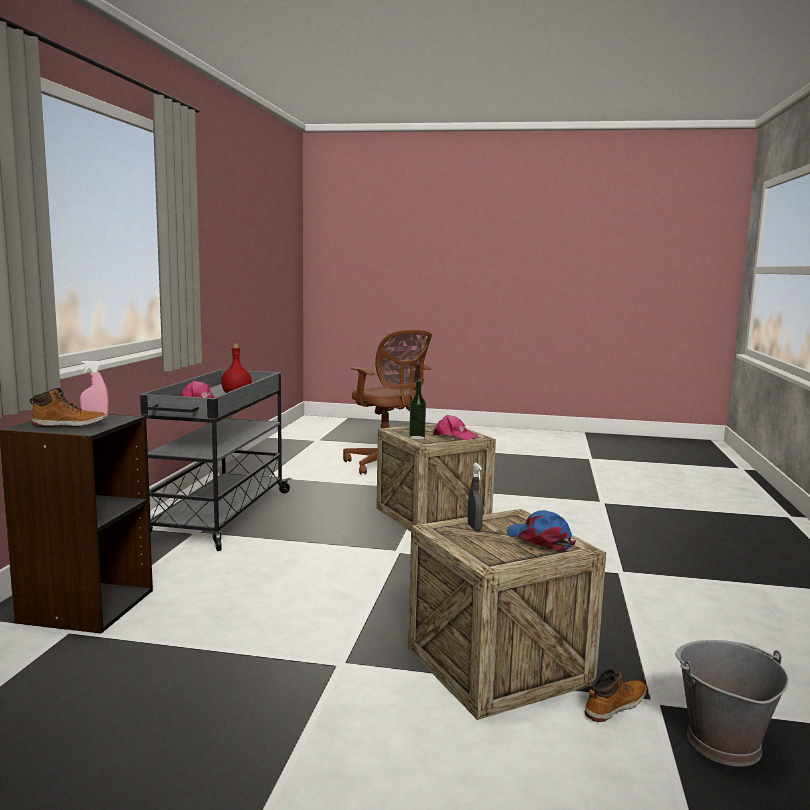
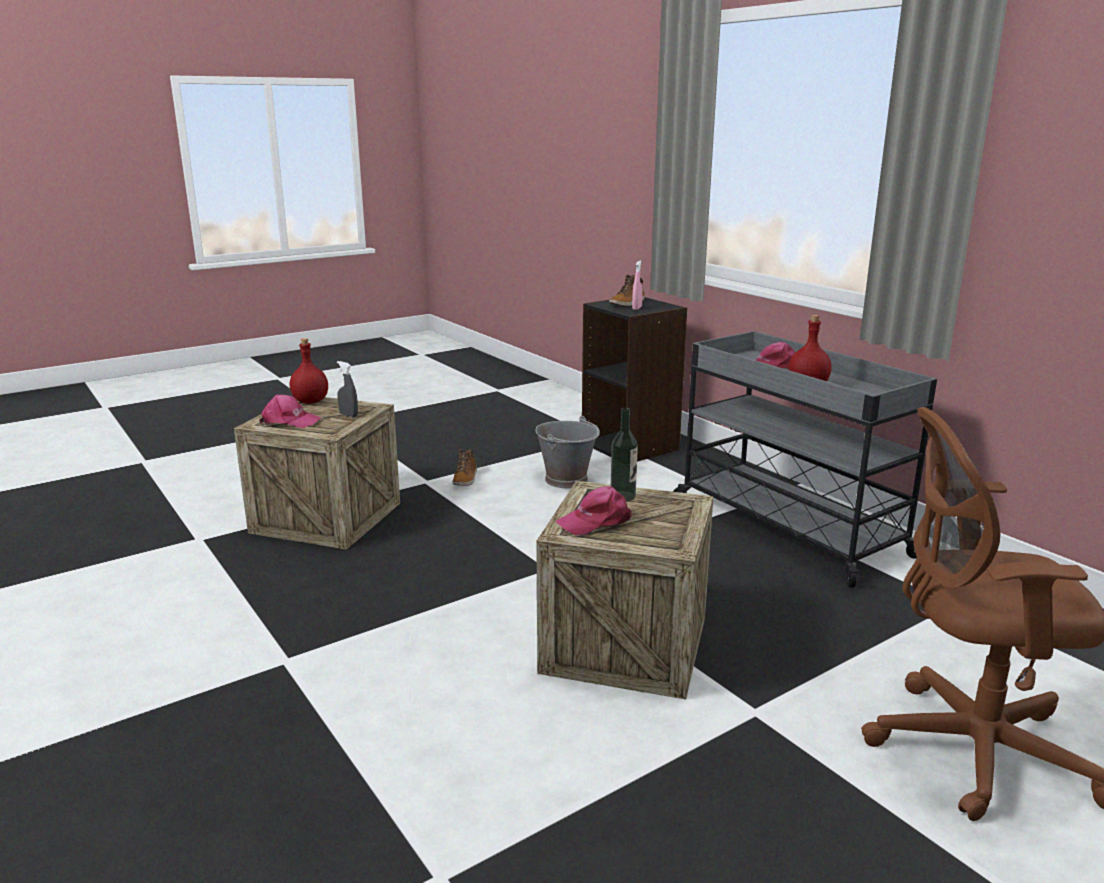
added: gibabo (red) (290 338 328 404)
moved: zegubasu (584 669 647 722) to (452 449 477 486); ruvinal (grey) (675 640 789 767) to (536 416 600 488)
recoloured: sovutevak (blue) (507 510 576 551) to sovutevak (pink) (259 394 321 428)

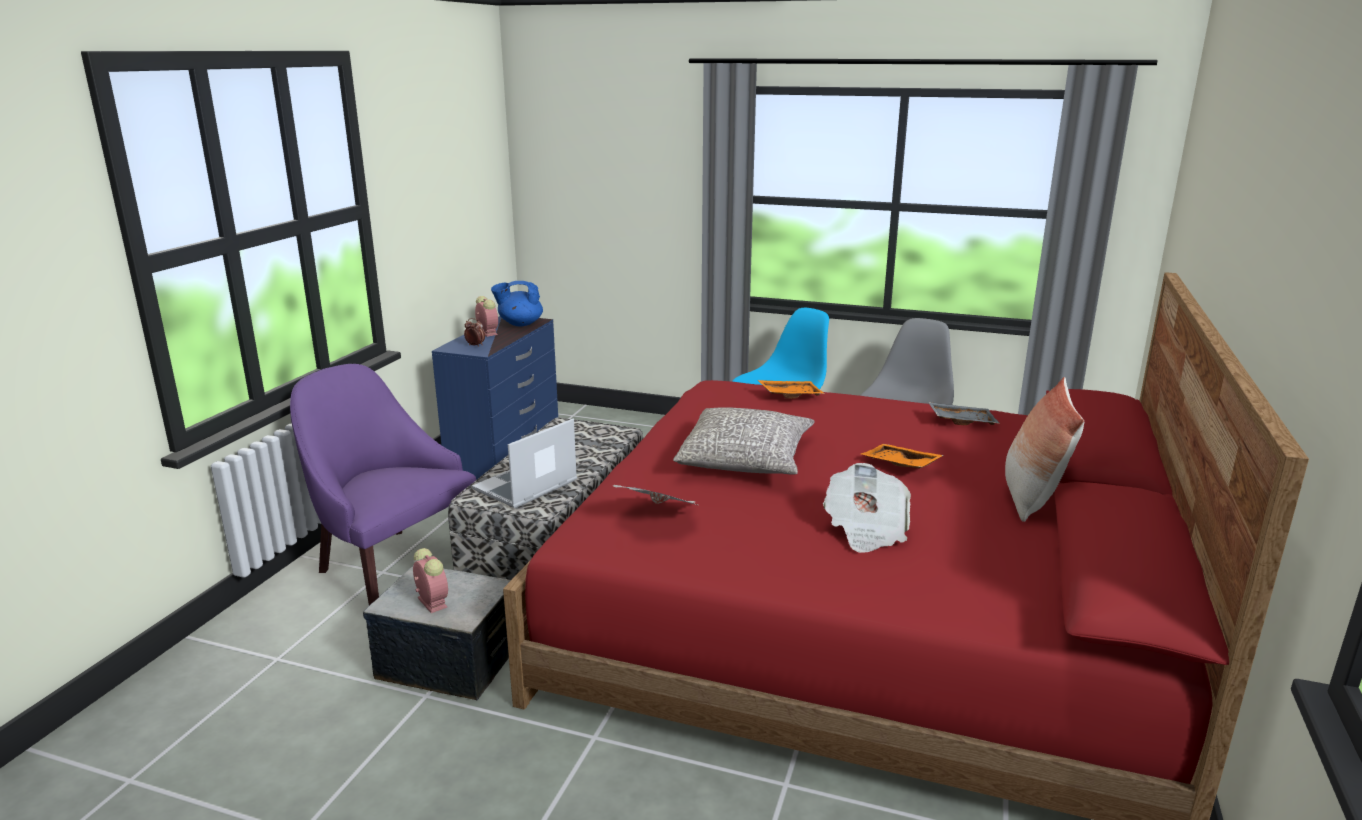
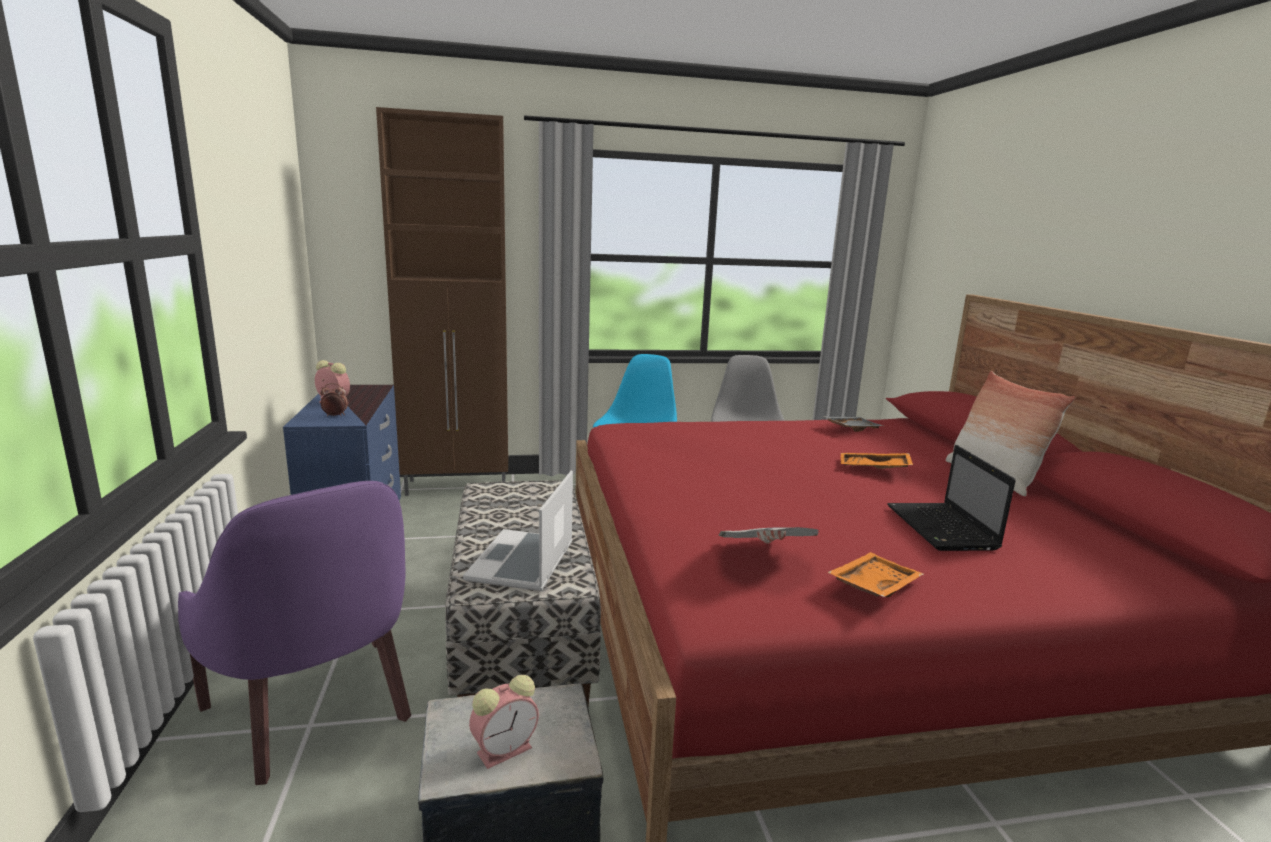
removed: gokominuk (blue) (491 281 543 326); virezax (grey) (673 407 815 475)
added: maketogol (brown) (376 107 508 496)
moved: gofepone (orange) (758 380 825 399) to (827 552 923 598)
replaced: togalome (823 463 911 553) to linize (887 445 1016 551)
turned: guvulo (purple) (290 364 476 605) = (178 481 411 785) 135 degrees counterclockwise; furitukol (413 548 448 613) = (469 675 539 769) 120 degrees clockwise

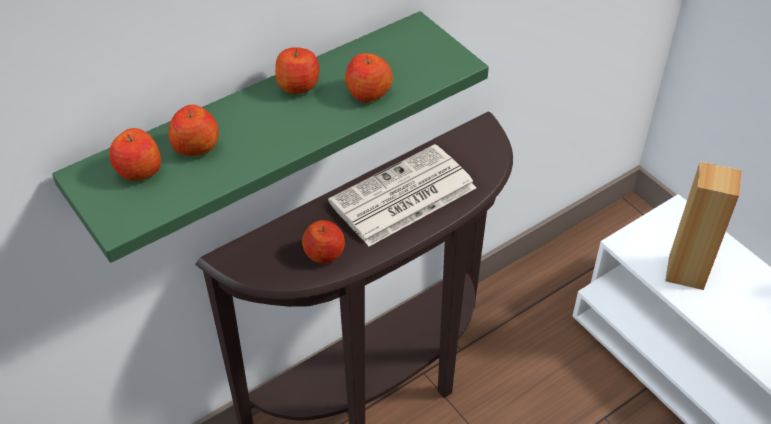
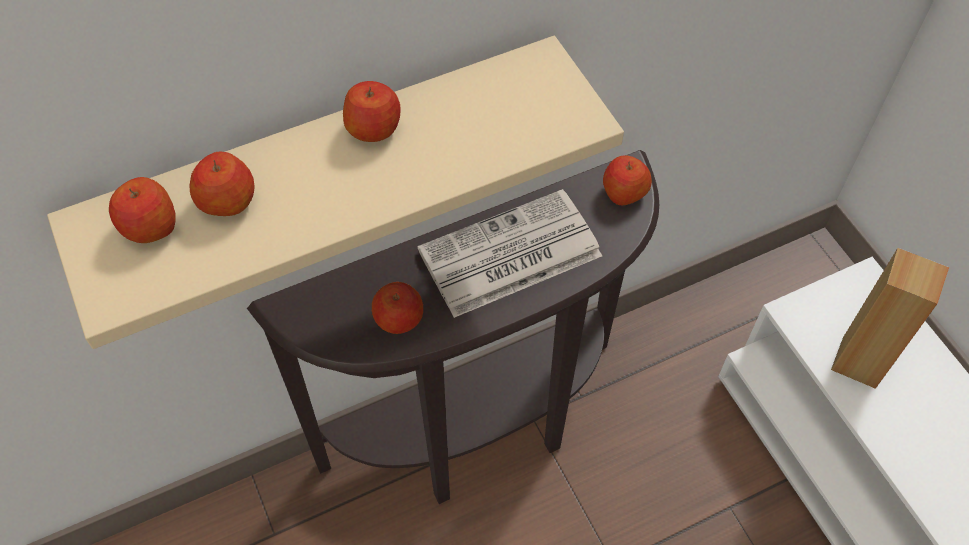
moved: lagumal (345 53 393 103) to (603 155 652 205)
recoloured: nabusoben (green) (52 11 489 263) to nabusoben (beige) (47 36 624 349)

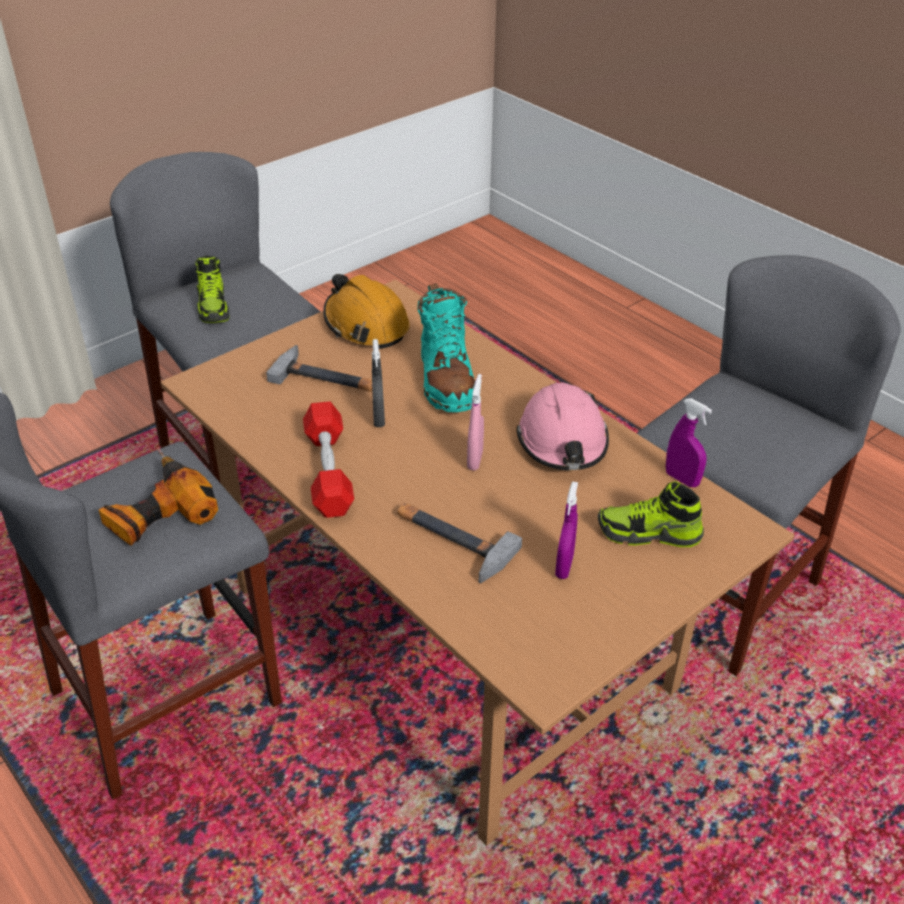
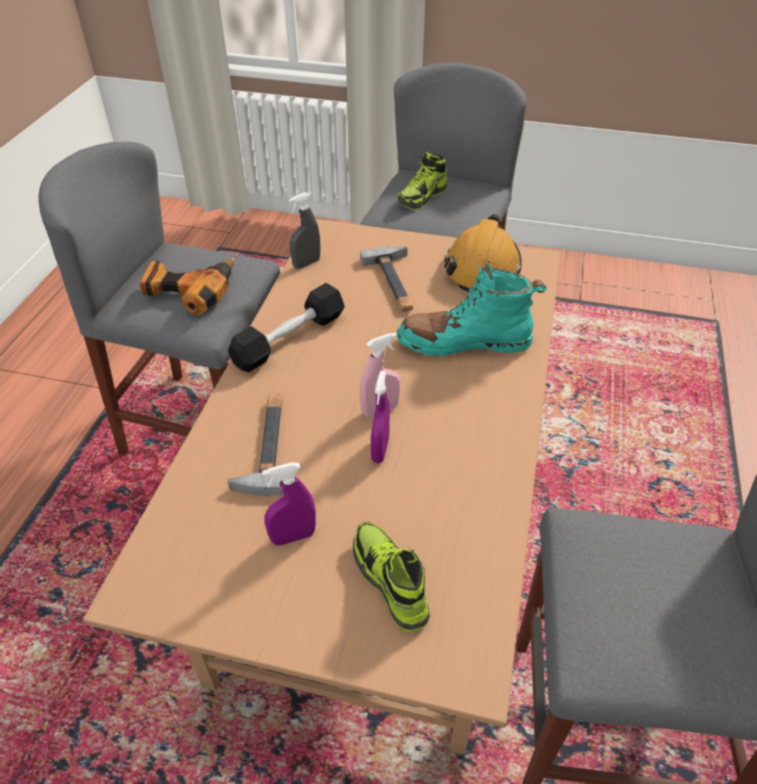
removed: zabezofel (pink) (516 383 609 470)
moved: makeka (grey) (372 339 385 427) to (289 192 320 269); makeka (purple) (666 398 712 487) to (371 371 390 463)
recoloured: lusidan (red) (303 401 354 518) to lusidan (black) (228 283 345 372)
turned: zegubasu (turquoise) (417 283 475 412) = (397 261 547 356) 45 degrees clockwise

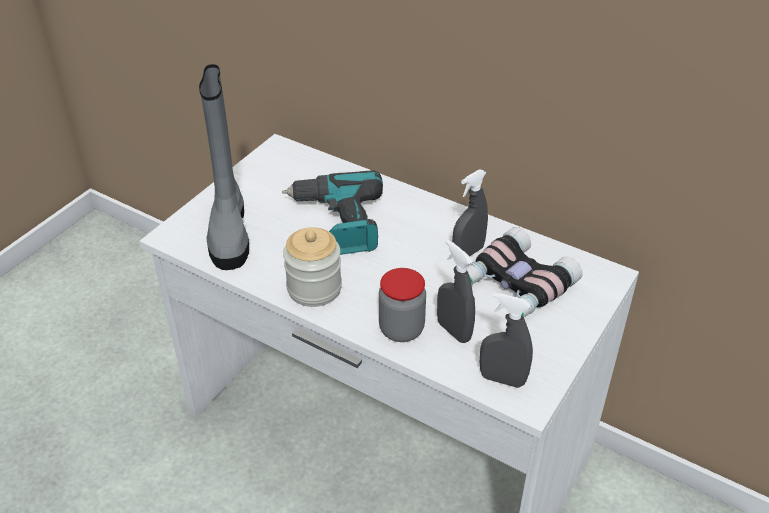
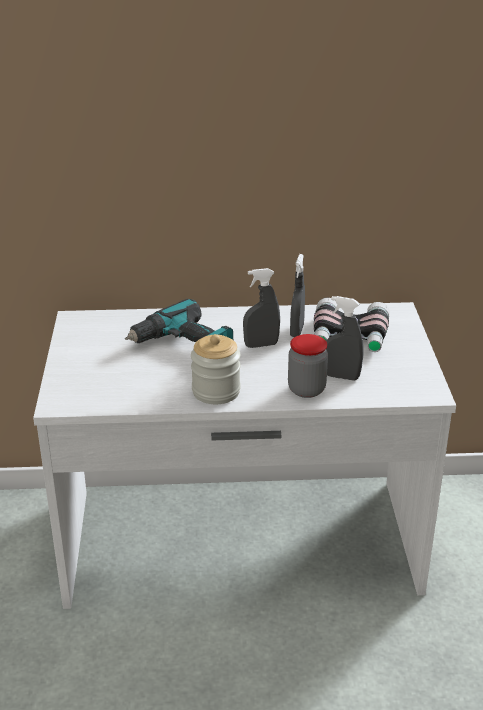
removed: zegubasu (grey) (199 64 249 270)
moved: makeka (grey) (480 293 533 388) to (243 268 280 348)

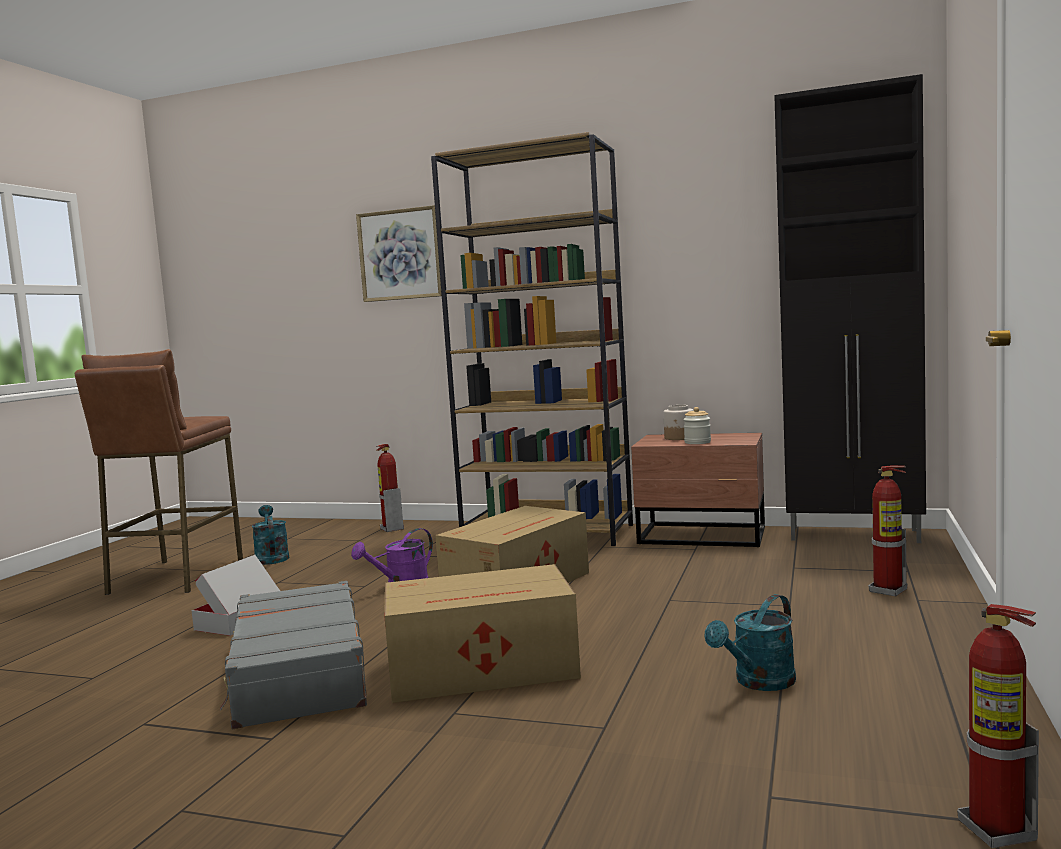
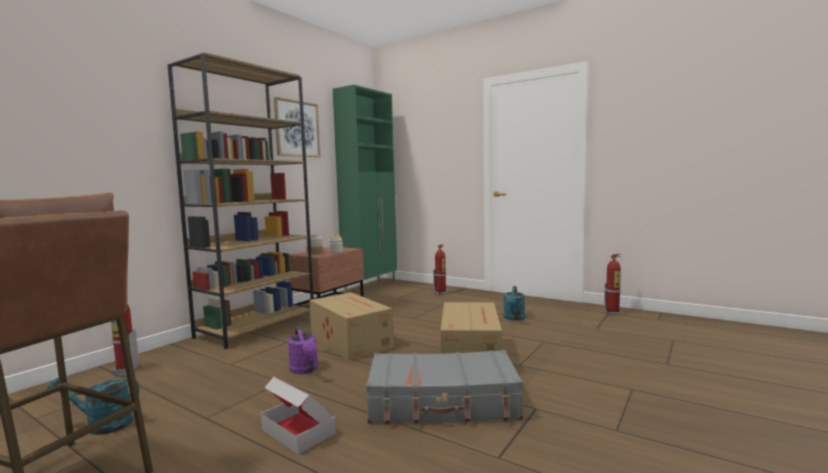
moved: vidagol (356 205 442 302) to (274 97 320 157)
recoloured: maketogol (black) (774 74 926 543) to maketogol (green) (333 85 397 293)
turned: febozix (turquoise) (705 594 796 691) = (504 286 525 321) 45 degrees clockwise

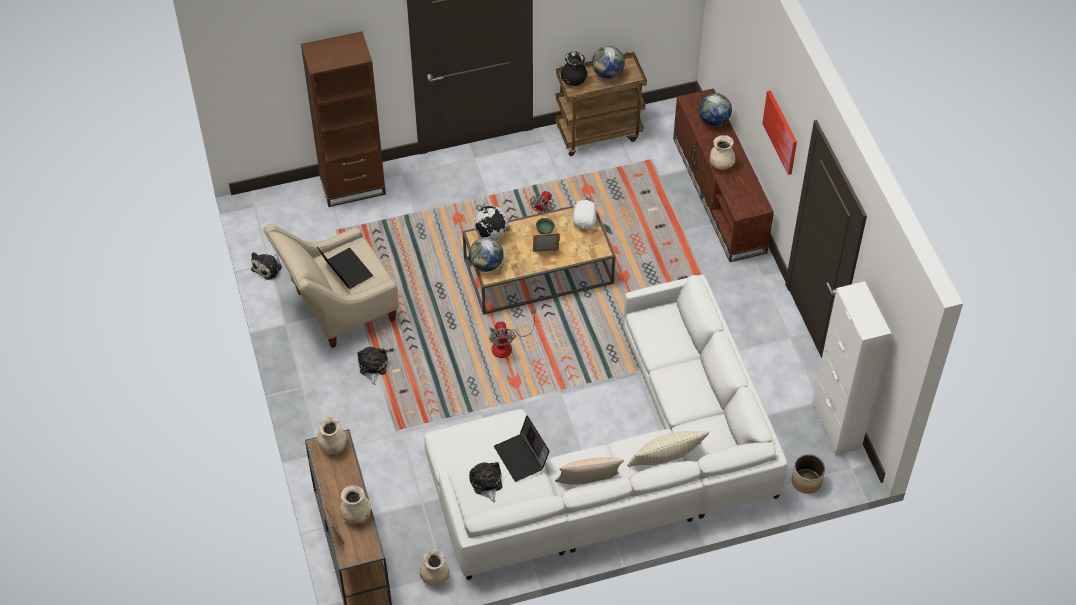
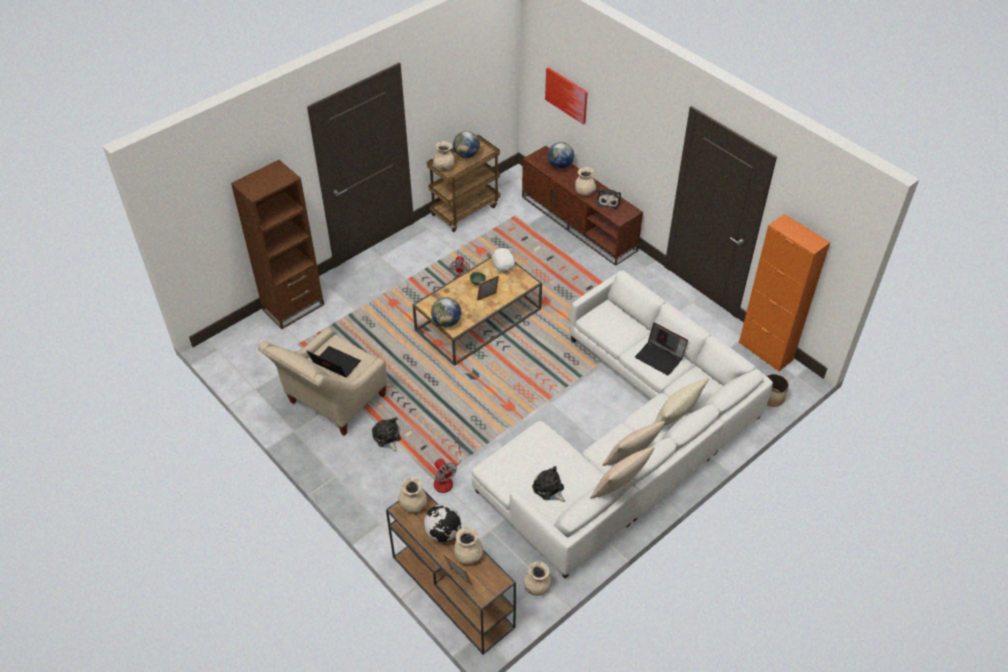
added: virezax (beige) (590 447 655 499)
moved: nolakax (251 252 282 280) to (597 189 621 209); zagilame (474 206 508 239) to (424 504 461 542); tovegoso (489 308 536 358) to (434 437 461 493); linize (494 415 550 482) to (635 323 688 375); vidagol (762 90 797 175) to (545 67 588 124)
recoloured: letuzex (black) (561 51 587 86) to letuzex (beige) (433 141 454 171); maketogol (white) (812 281 891 456) to maketogol (orange) (739 214 830 372)

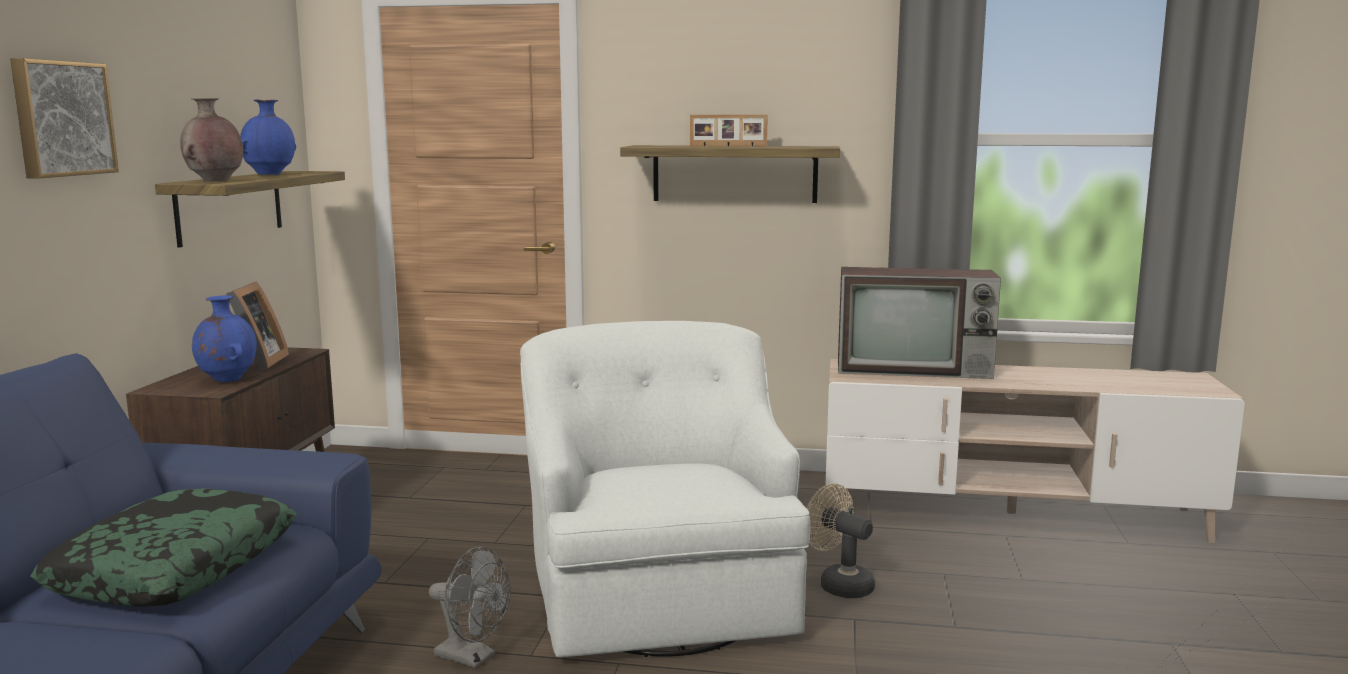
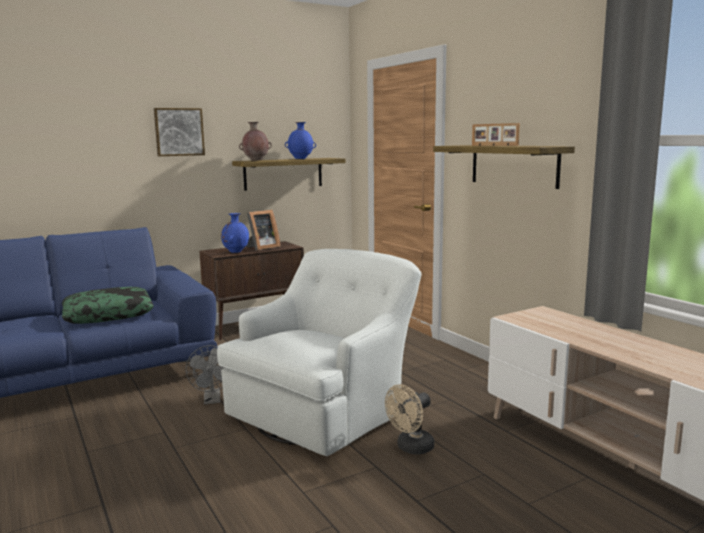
removed: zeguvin (838 267 1001 379)
turned: tovegoso (beige) (807 483 875 598) = (385 384 434 454) 135 degrees counterclockwise

